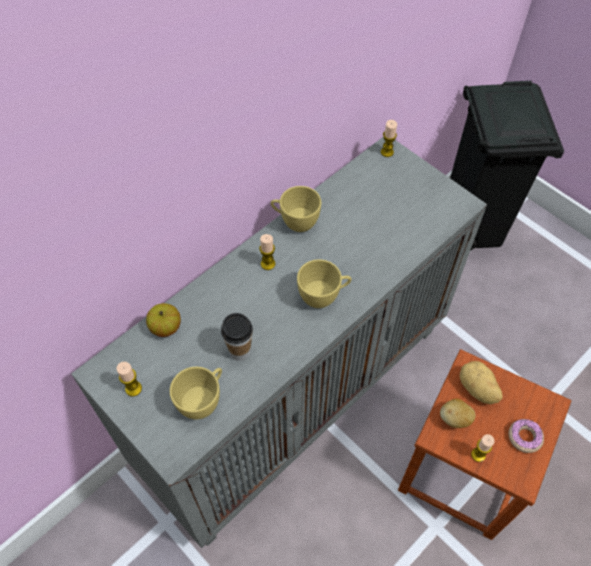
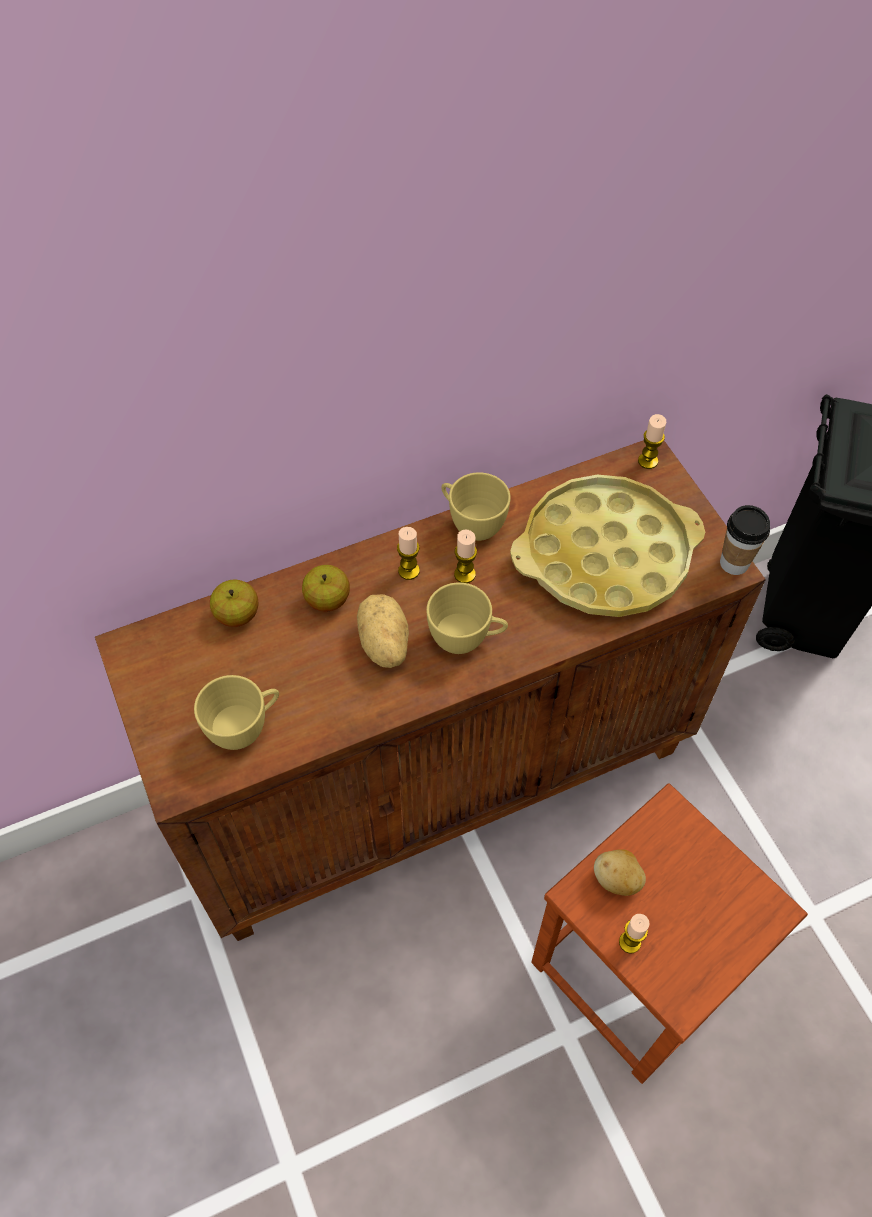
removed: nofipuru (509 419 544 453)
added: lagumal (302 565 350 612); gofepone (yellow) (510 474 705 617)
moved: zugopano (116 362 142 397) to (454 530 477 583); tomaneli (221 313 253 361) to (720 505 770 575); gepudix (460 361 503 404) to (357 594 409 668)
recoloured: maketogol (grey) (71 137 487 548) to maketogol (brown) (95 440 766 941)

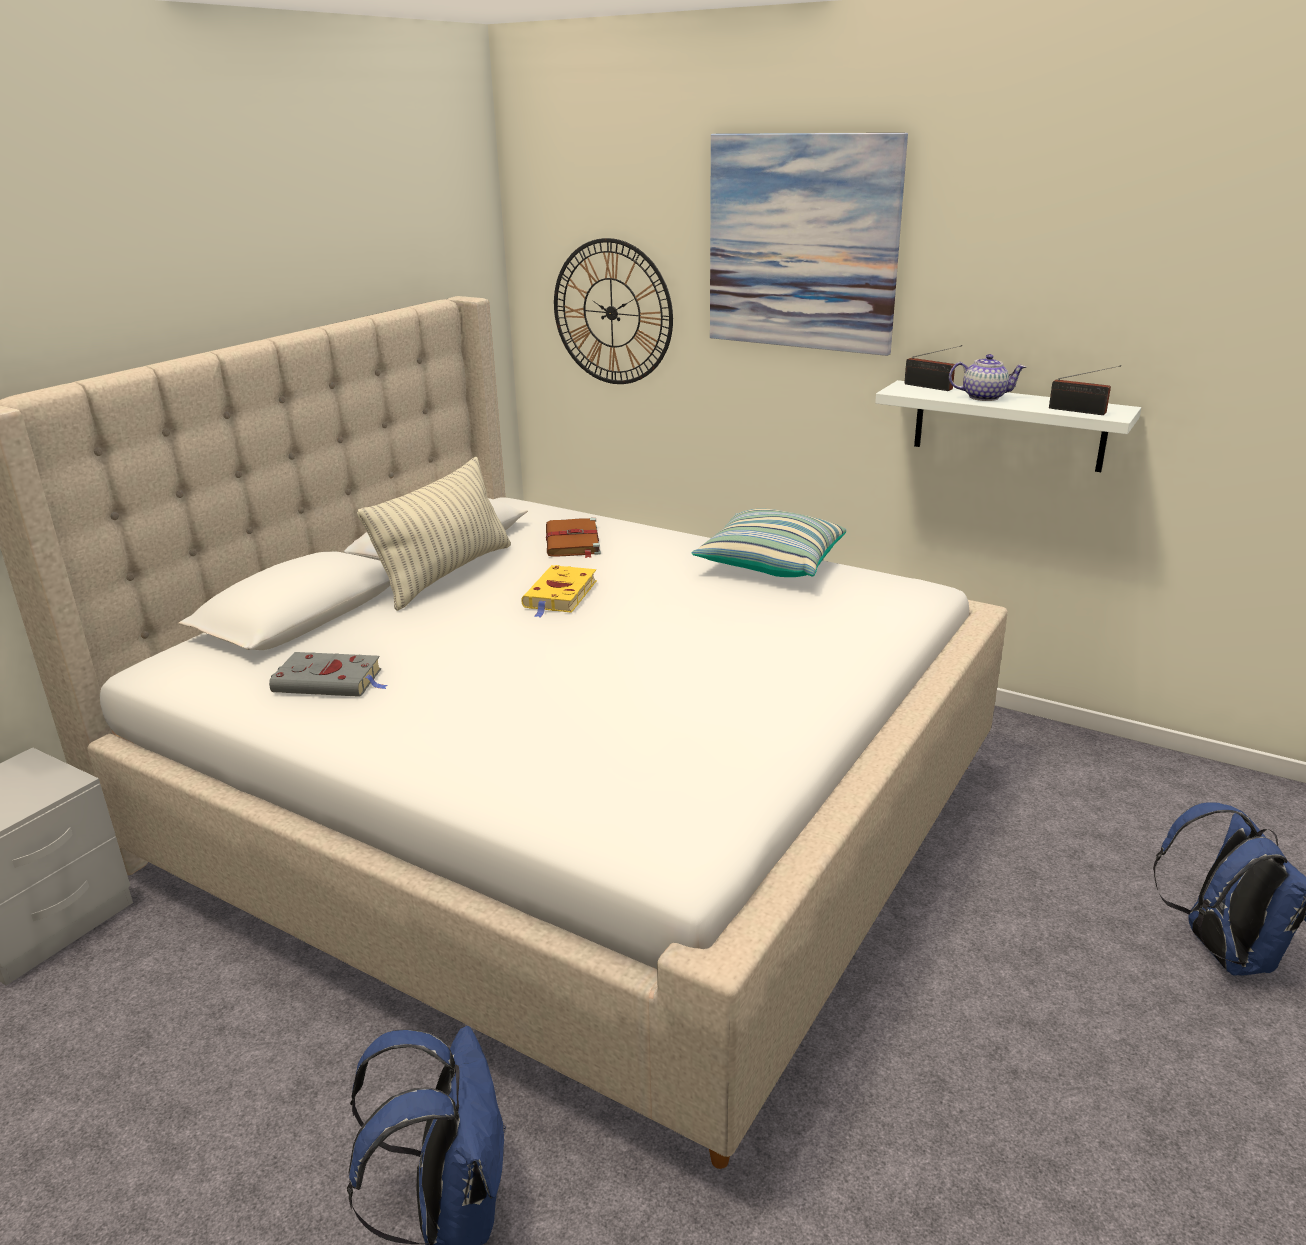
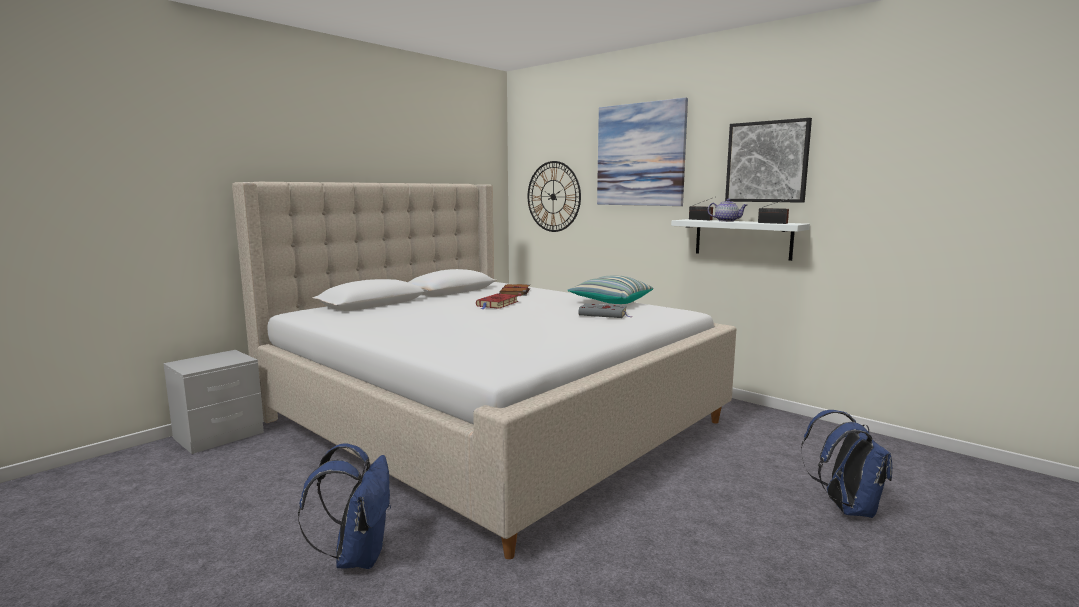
removed: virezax (357 457 511 611)
added: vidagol (725 118 812 203)
moved: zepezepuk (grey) (269 652 388 697) to (579 303 631 318)
recoloured: zepezepuk (yellow) (521 565 597 618) to zepezepuk (red) (476 293 518 309)

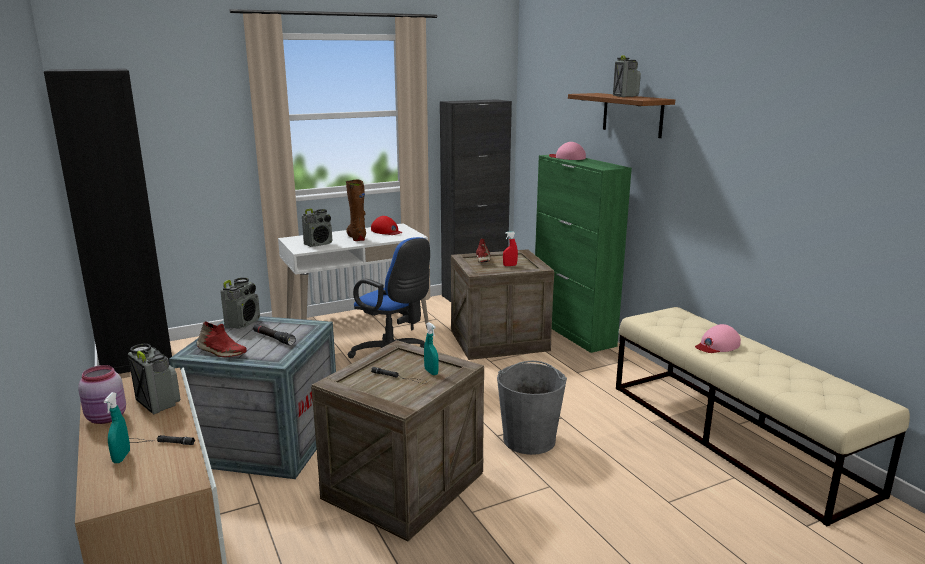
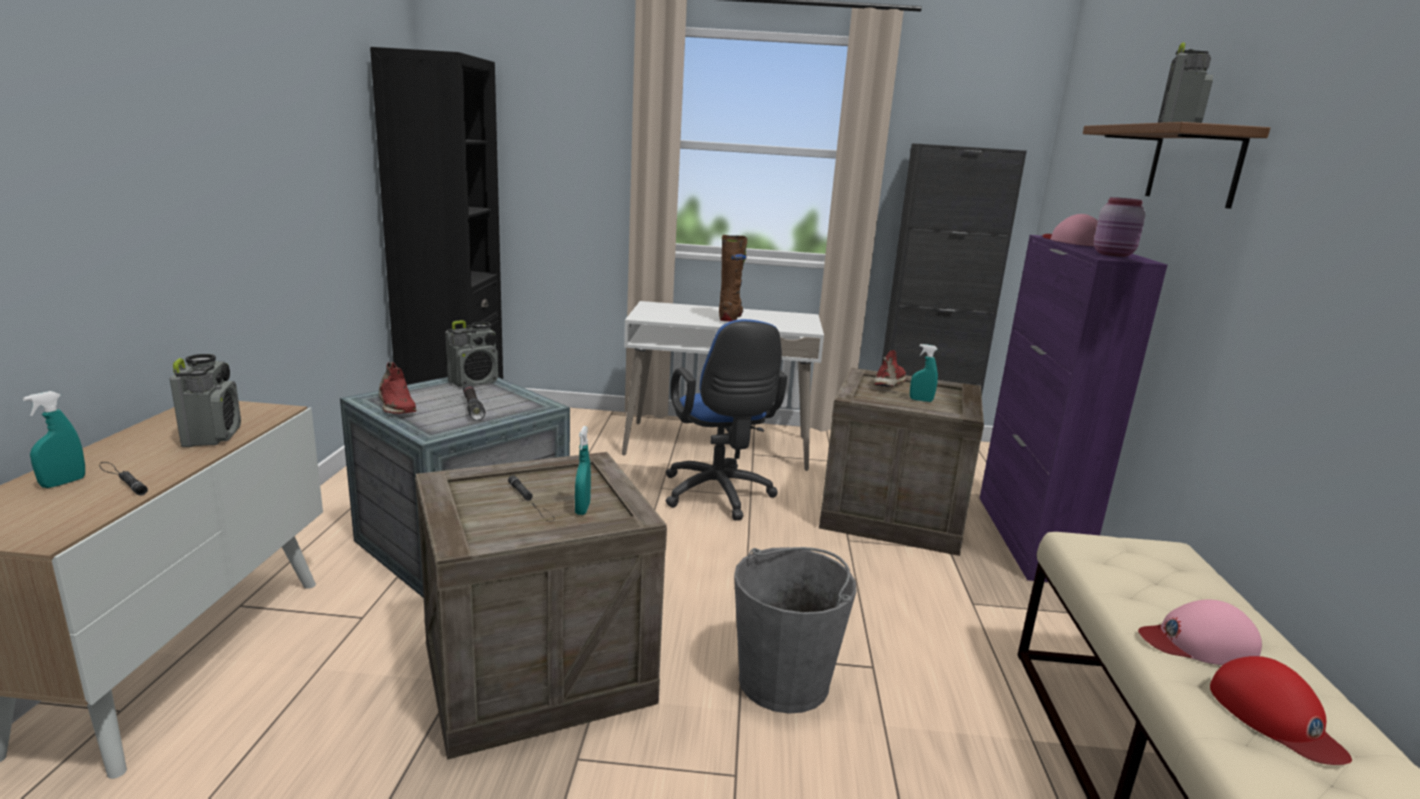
removed: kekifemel (302 209 333 247)
moved: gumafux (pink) (78 365 126 424) to (1094 197 1145 257); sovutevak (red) (371 216 403 235) to (1210 656 1352 765)
recoloured: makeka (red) (503 231 518 266) to makeka (turquoise) (910 344 938 402); maketogol (green) (535 155 632 353) to maketogol (purple) (979 235 1167 582)

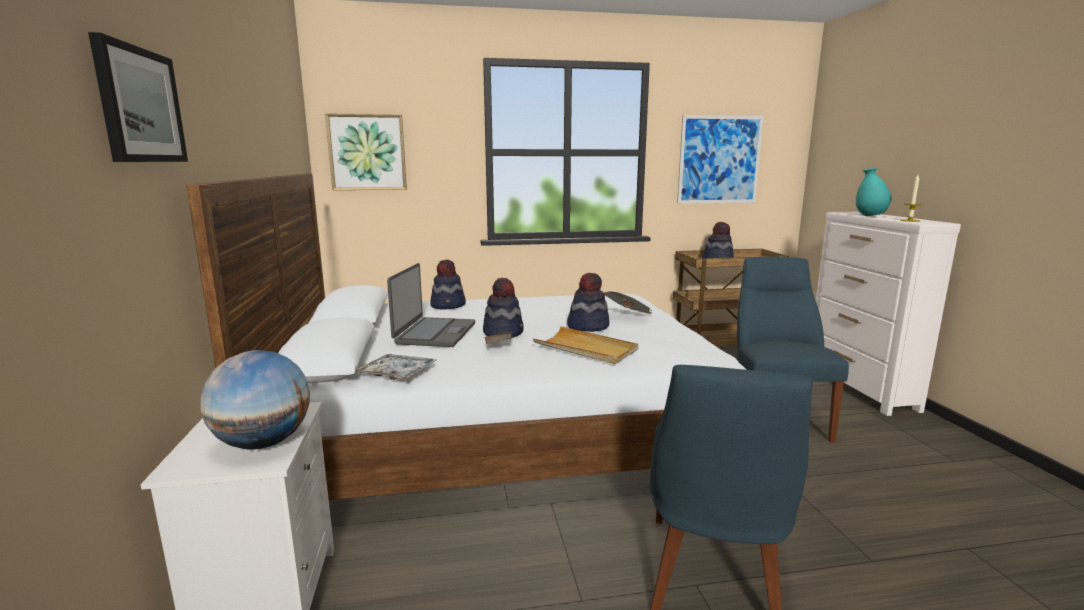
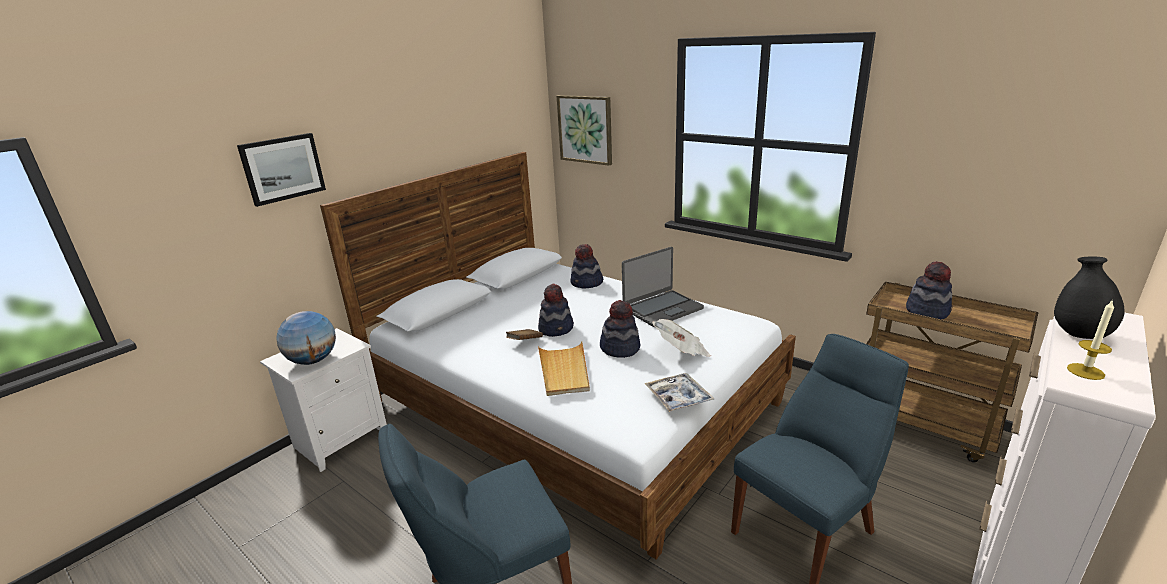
removed: vidagol (677 115 764 204)
moved: gofepone (356 354 437 380) to (644 373 714 412); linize (387 263 475 347) to (622 247 704 327)
recoloured: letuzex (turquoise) (856 168 891 216) to letuzex (black) (1054 256 1125 339)

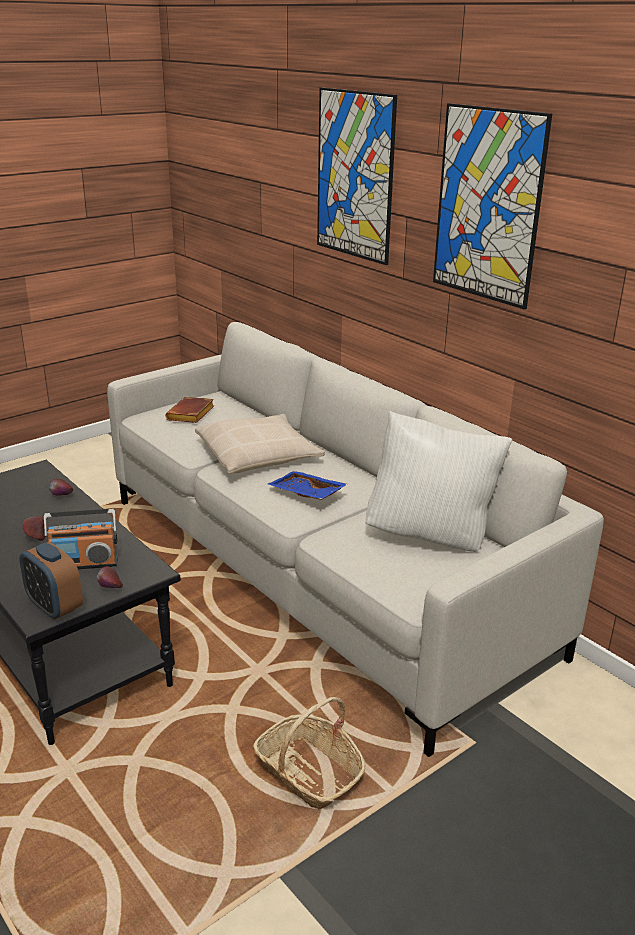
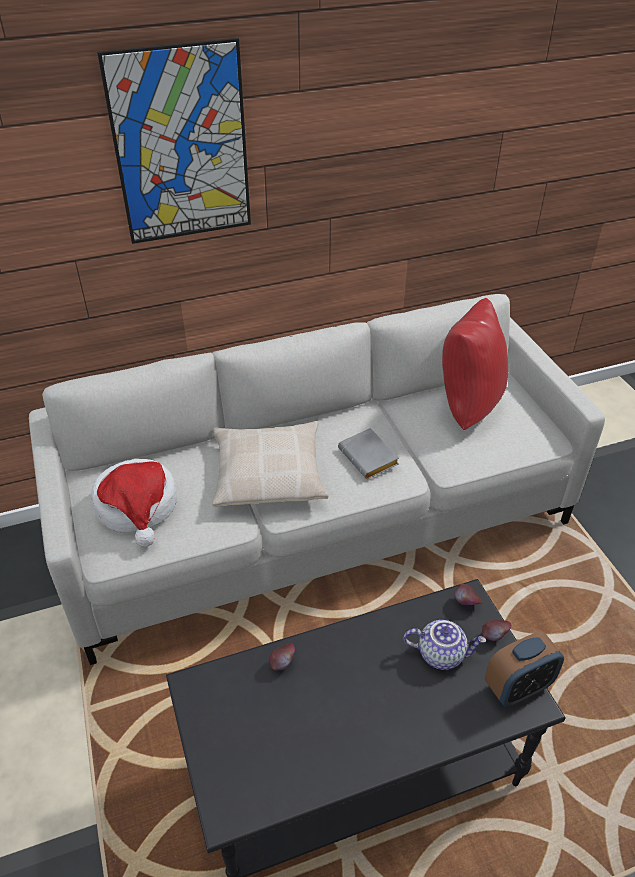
removed: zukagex (253 697 365 809); vidagol (433 103 552 309)
moved: lagumal (22 516 45 541) to (454 584 482 605)
replaced: kekifemel (44 509 118 569) to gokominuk (404 620 486 670); zepezepuk (brown) (165 397 214 423) to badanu (91 459 177 547); gofepone (blue) (268 471 348 500) to zepezepuk (grey) (338 428 399 479)
recoloured: virezax (white) (365 411 512 552) to virezax (red) (442 298 508 430)

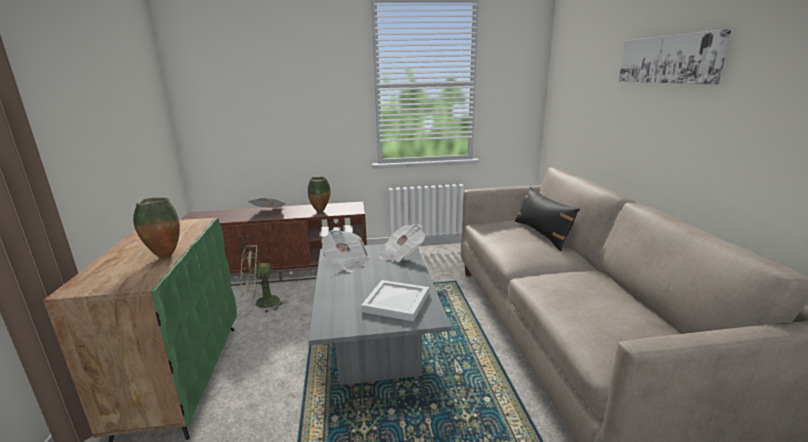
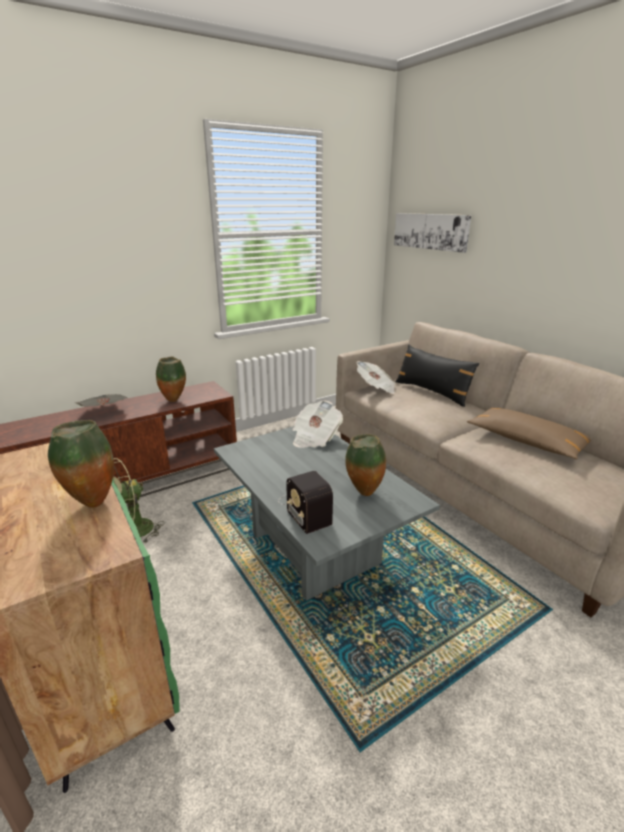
added: kekifemel (278 471 333 534); virezax (brown) (467 407 591 459)
moved: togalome (321 230 369 272) to (356 361 395 394); vidagol (619 29 732 85) to (394 213 471 253)
replaced: gofepone (white) (361 280 429 321) to letuzex (345 434 386 496)

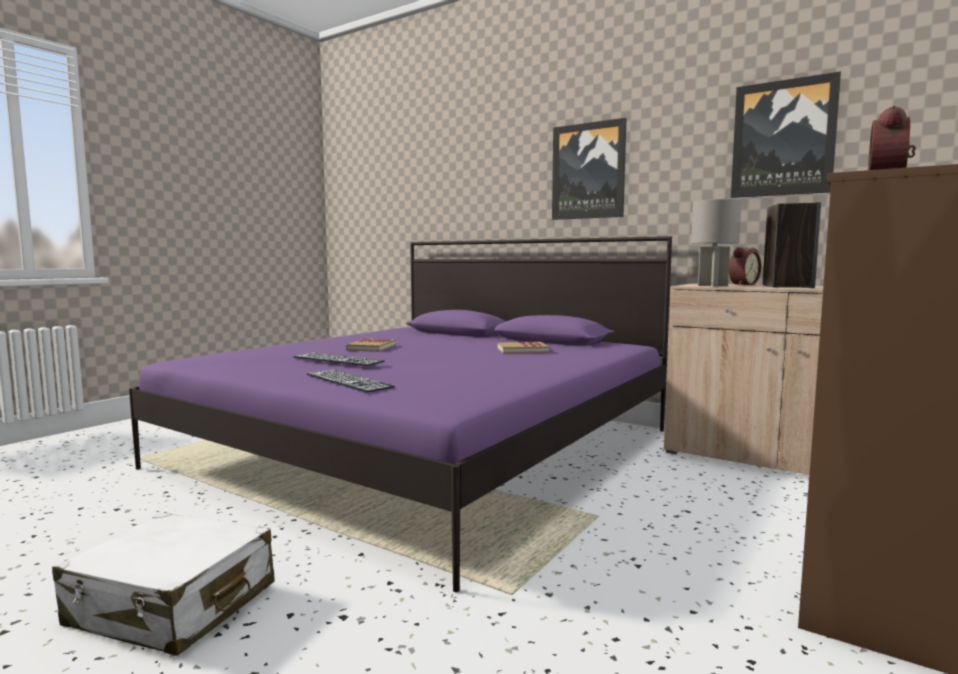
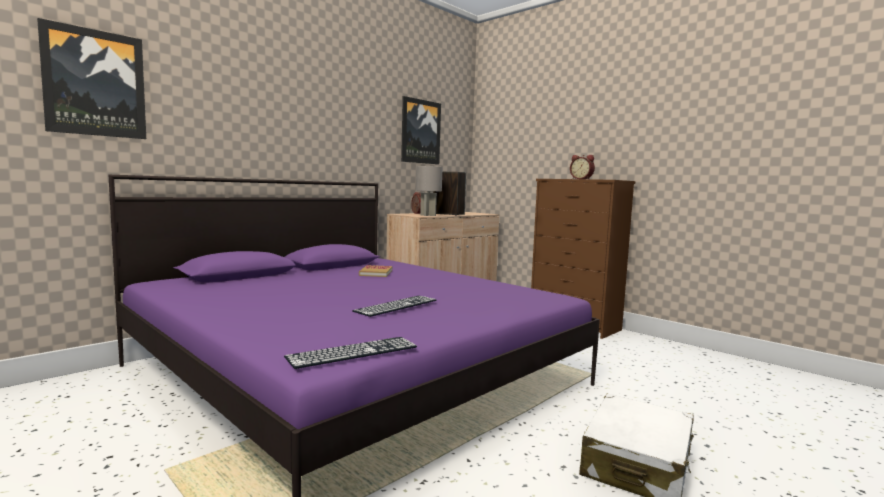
removed: zepezepuk (346 339 396 352)
moved: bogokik (307 370 395 393) to (284 337 417 369); vidagol (552 118 626 220) to (37 18 146 139)

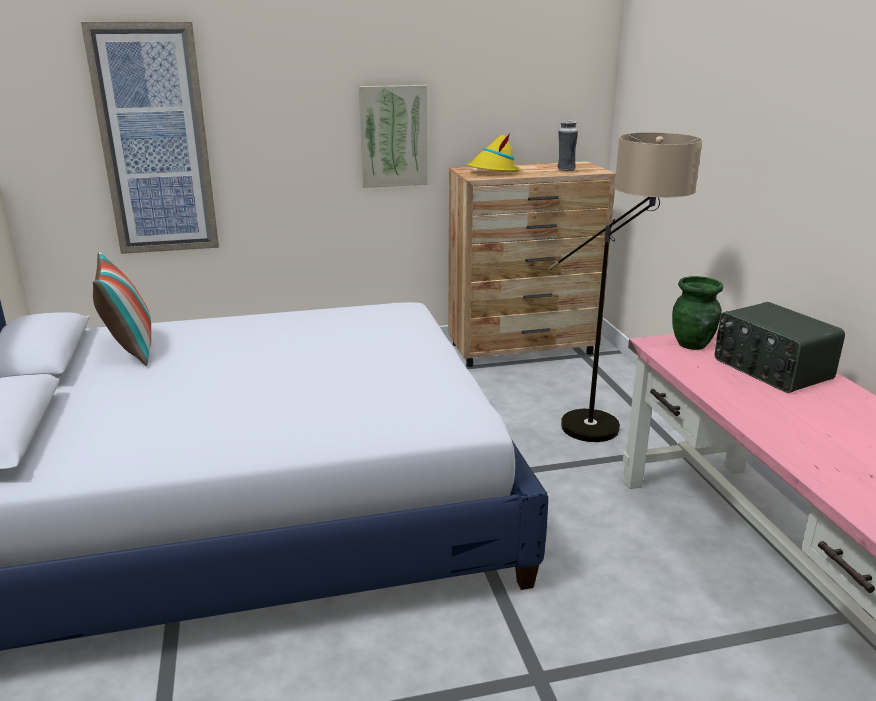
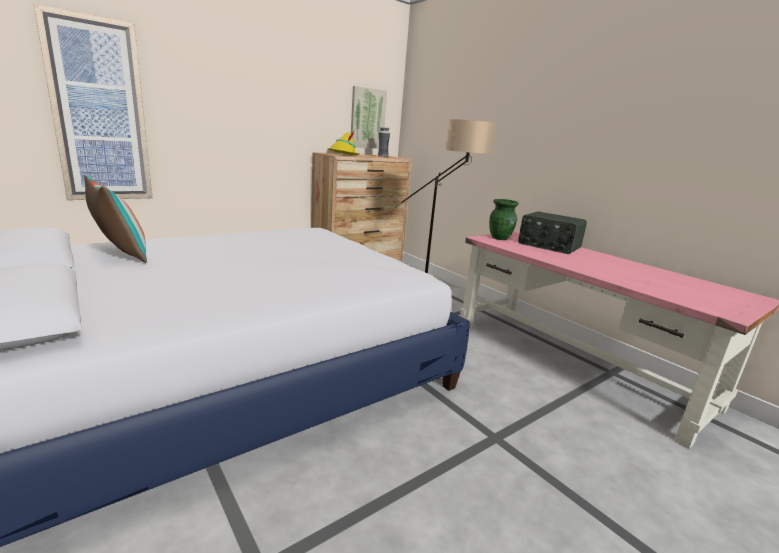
moved: vidagol (359 85 428 188) to (351 86 387 149)

